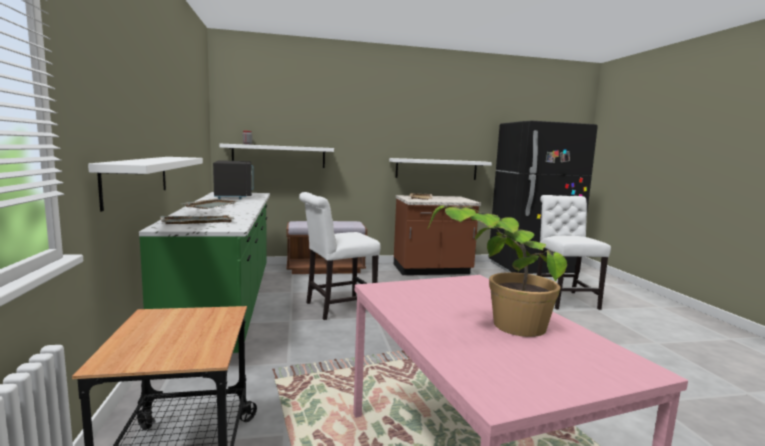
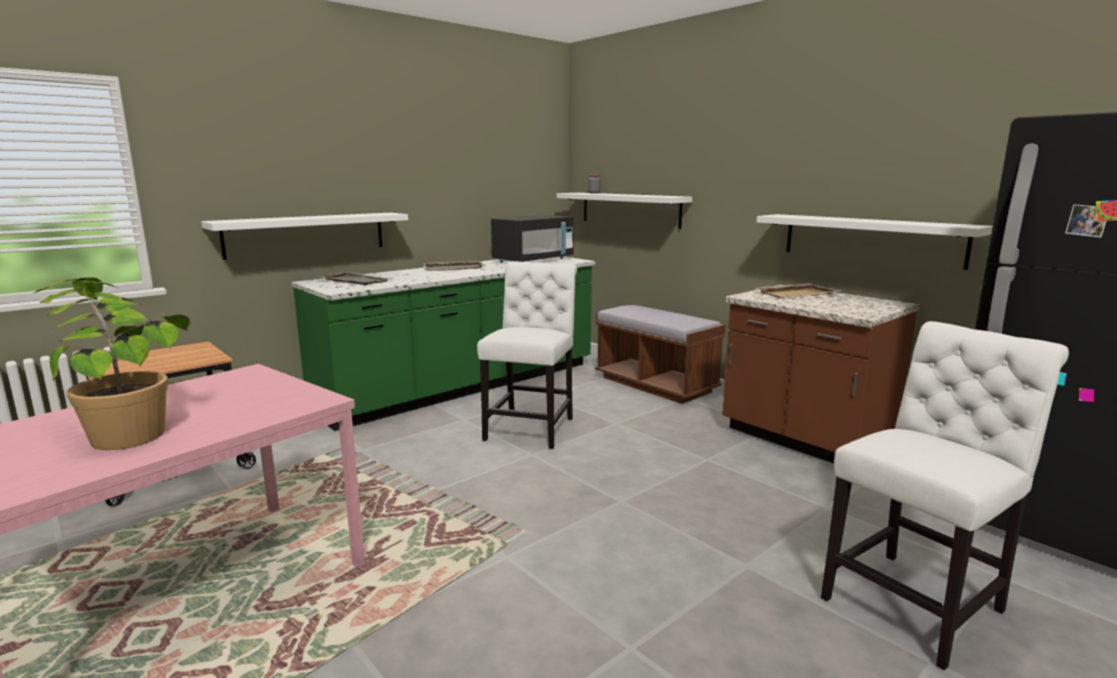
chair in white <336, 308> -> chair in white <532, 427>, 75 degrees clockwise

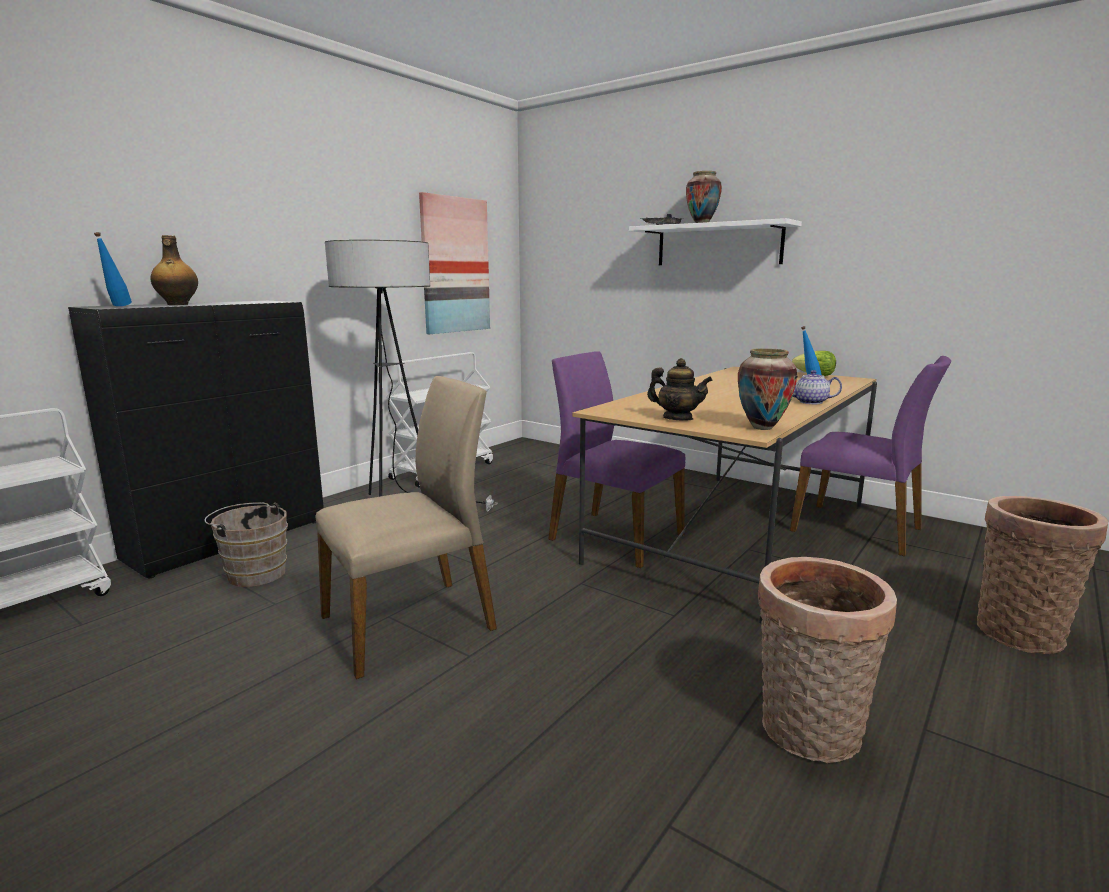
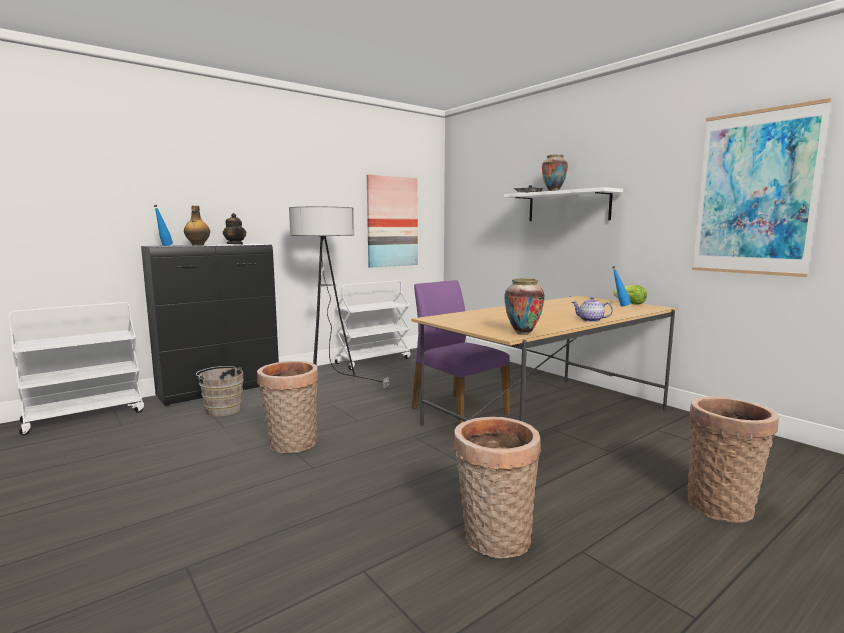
chair in beige <410, 623> -> basket <291, 446>
teapot <677, 418> -> teapot <235, 244>, shifted
chair in purple <858, 529> -> none
none -> picture <755, 193>

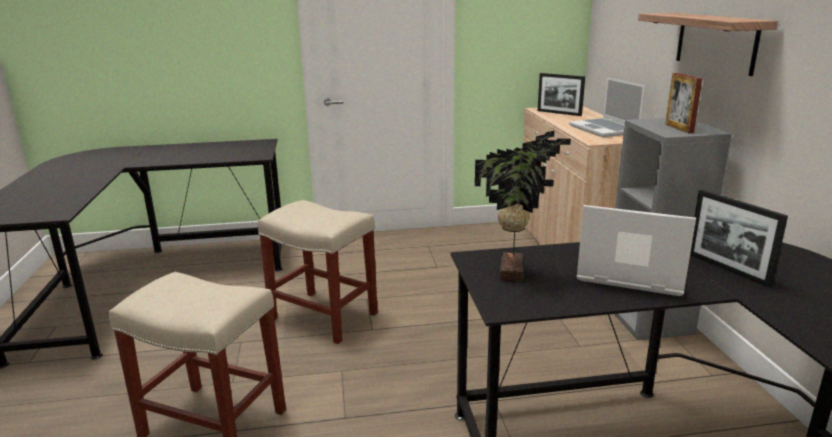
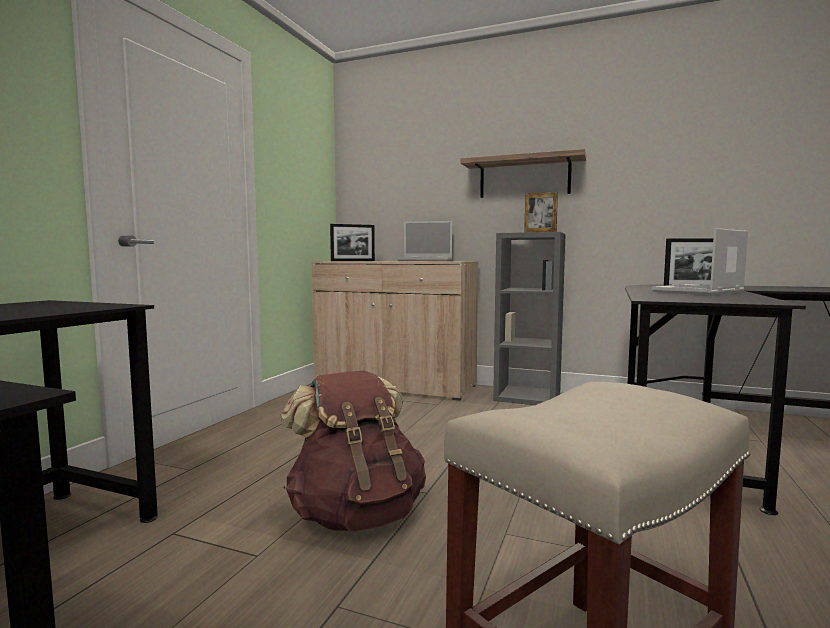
stool in beige <325, 317> -> backpack in brown <356, 514>
potted plant <514, 271> -> none

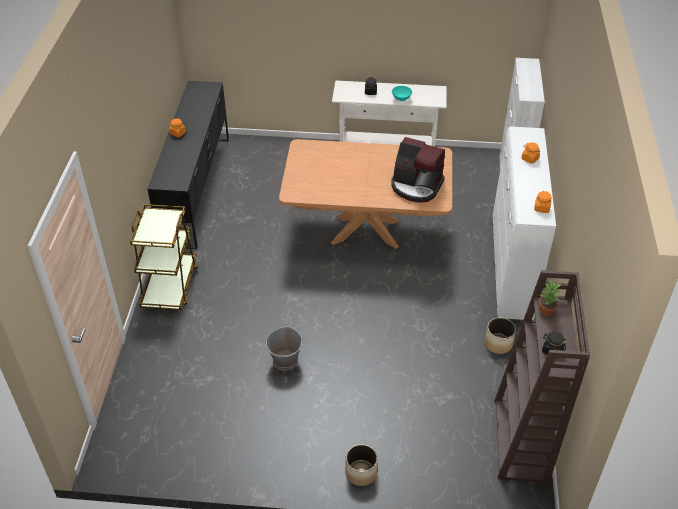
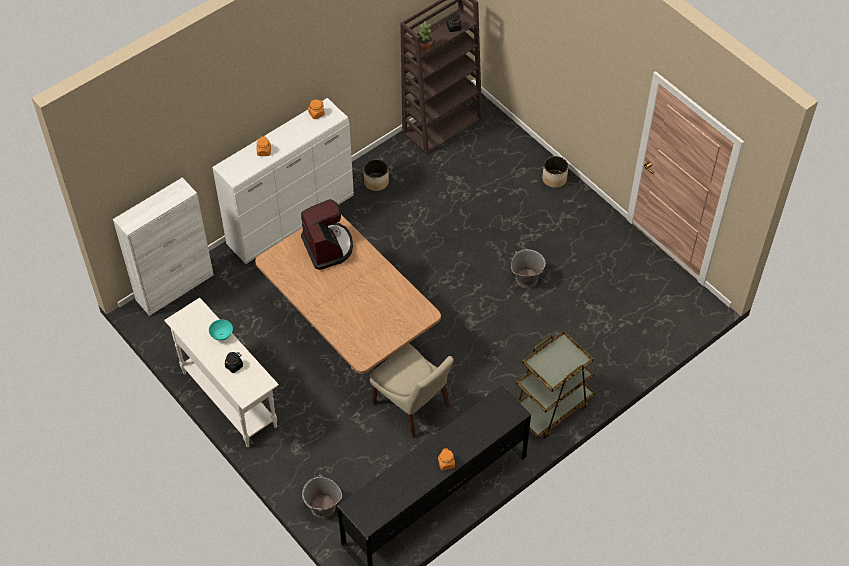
none -> bucket in grey <323, 507>
none -> chair in beige <413, 406>

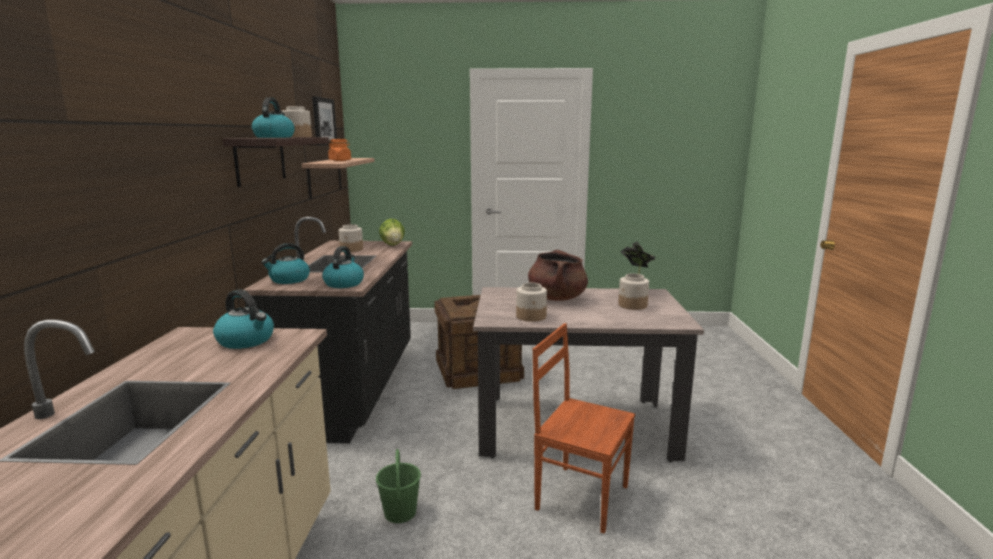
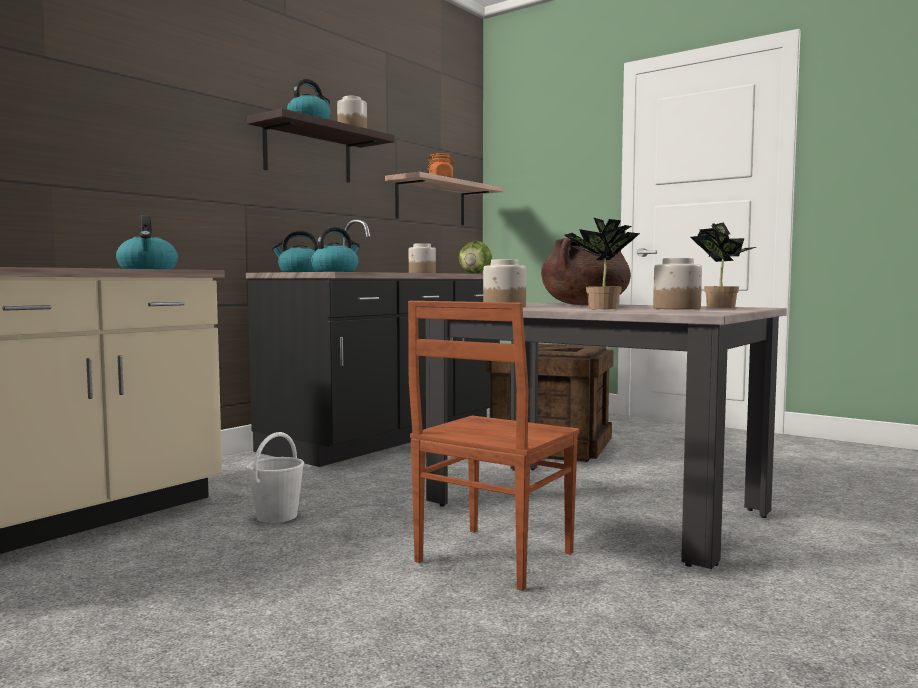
picture <323, 121> -> none
bucket in green <400, 512> -> bucket in white <277, 516>
chair in brown <581, 496> -> chair in brown <491, 557>, 120 degrees counterclockwise
none -> potted plant <599, 308>

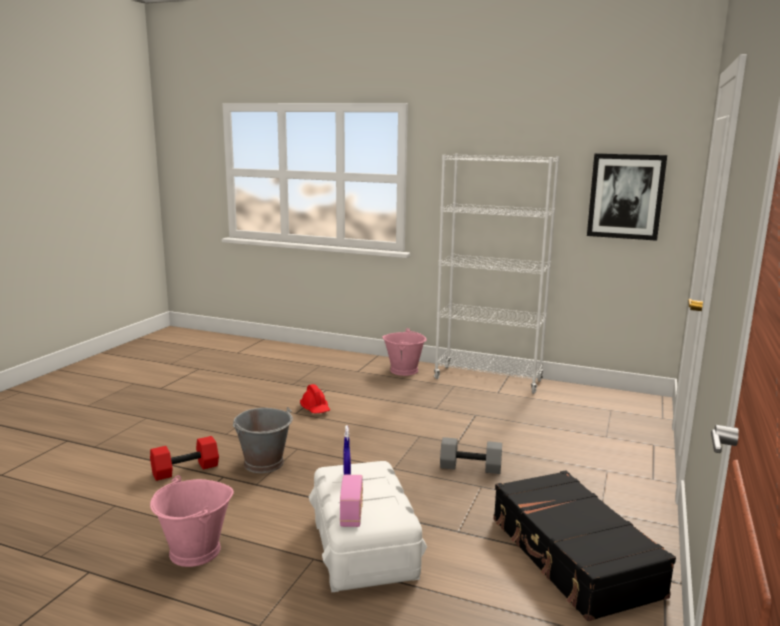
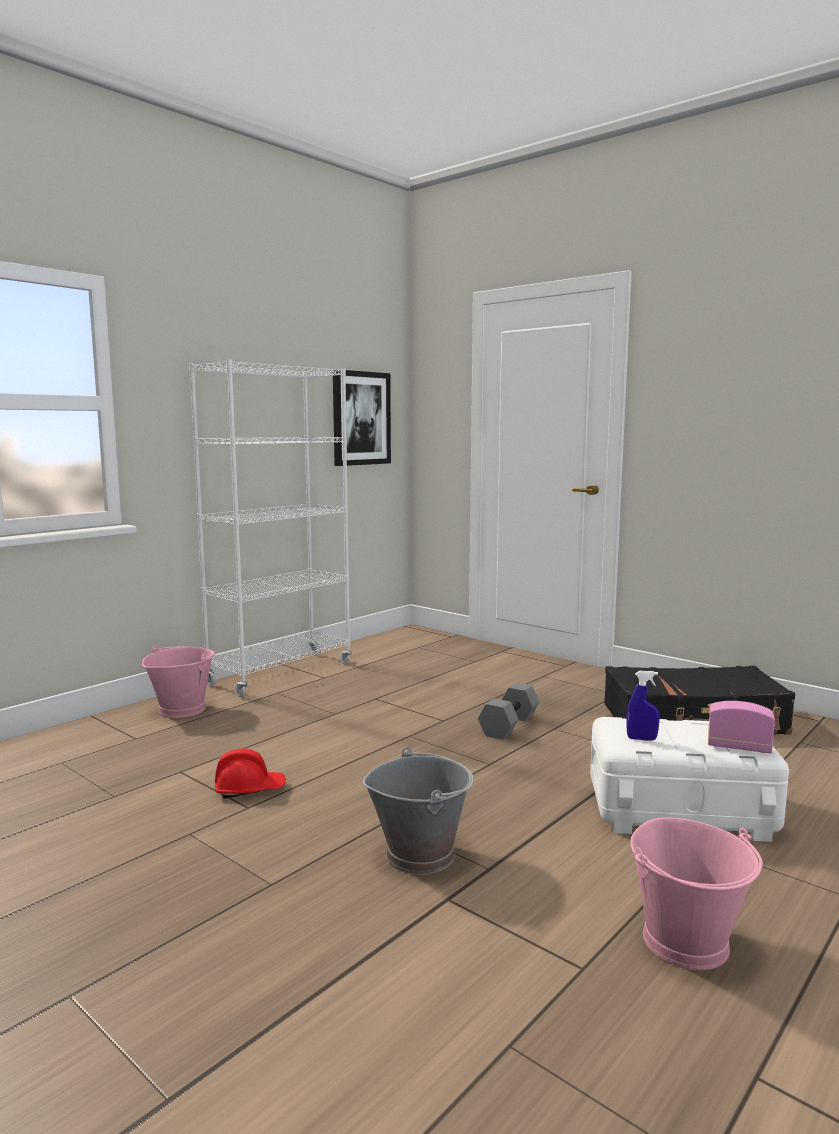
dumbbell in red <186, 469> -> none

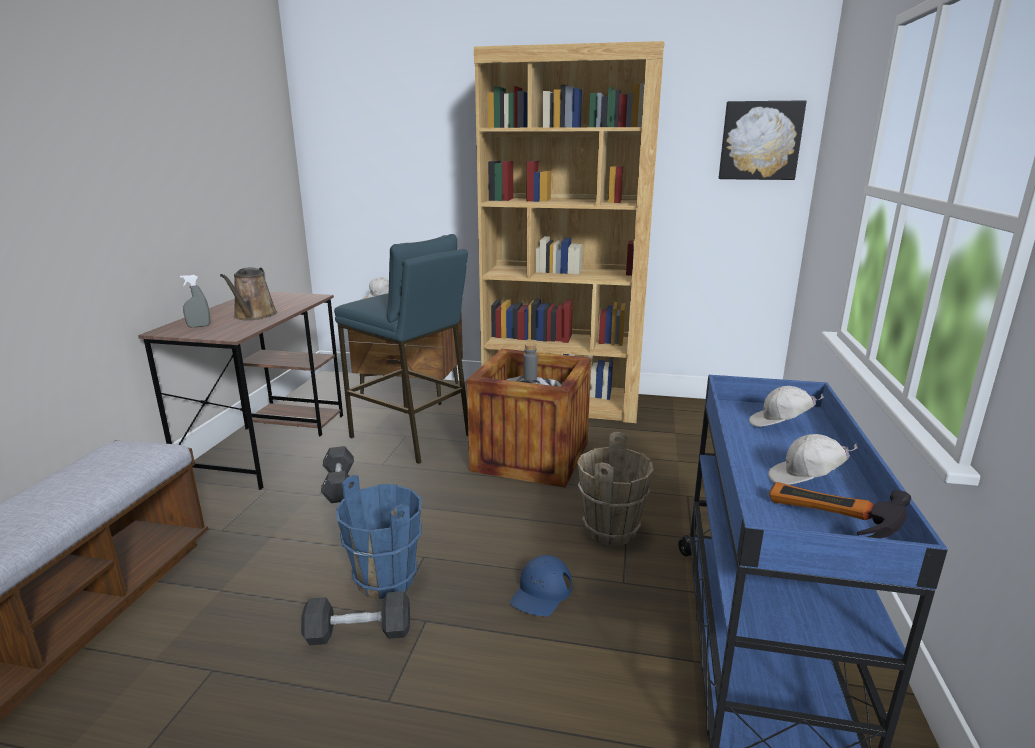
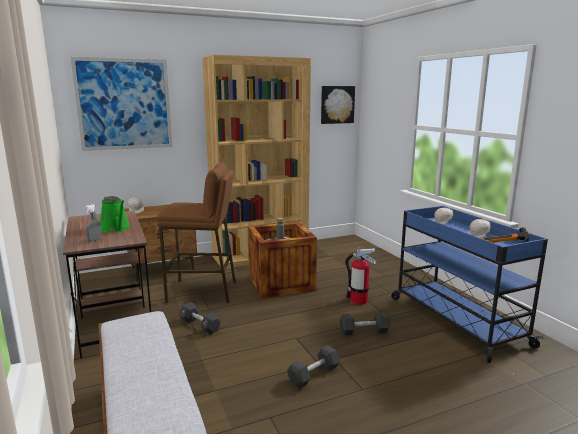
watering can in brown <253, 316> -> watering can in green <116, 229>
stool in blue <411, 436> -> stool in brown <202, 292>
bucket in blue <386, 579> -> none
cap in blue <541, 592> -> dumbbell in black <364, 331>
bucket in brown <611, 531> -> fire extinguisher <358, 300>
none -> picture <124, 104>

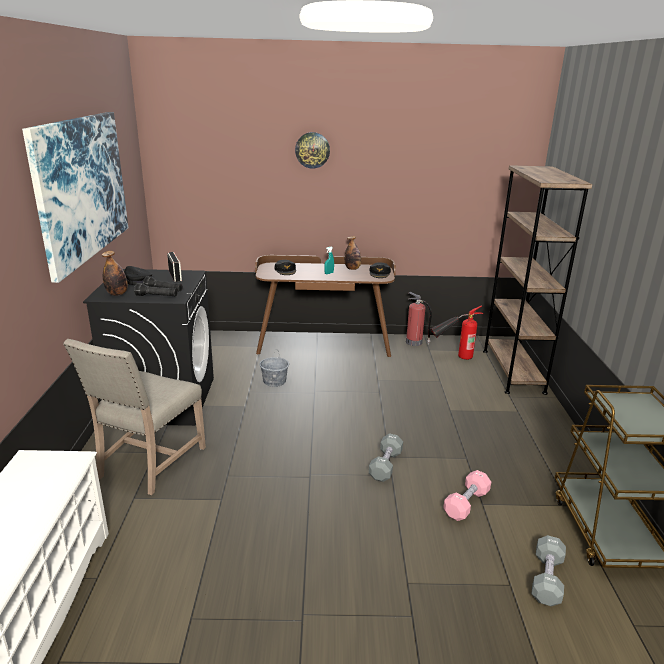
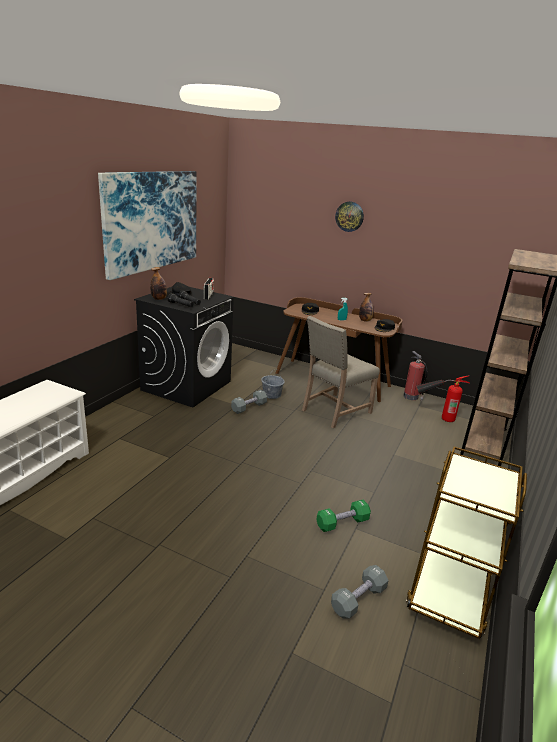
chair in beige <148, 463> -> chair in beige <334, 411>, shifted
dumbbell in grey <385, 465> -> dumbbell in grey <249, 407>, shifted
dumbbell in pink <466, 503> -> dumbbell in green <342, 523>

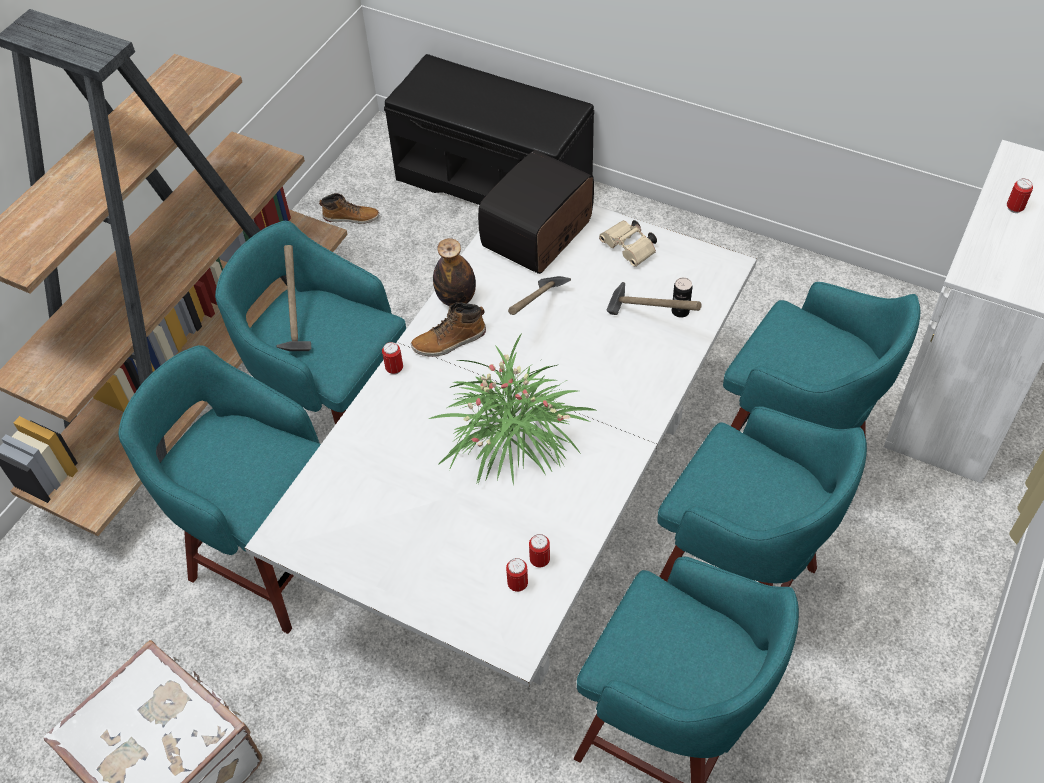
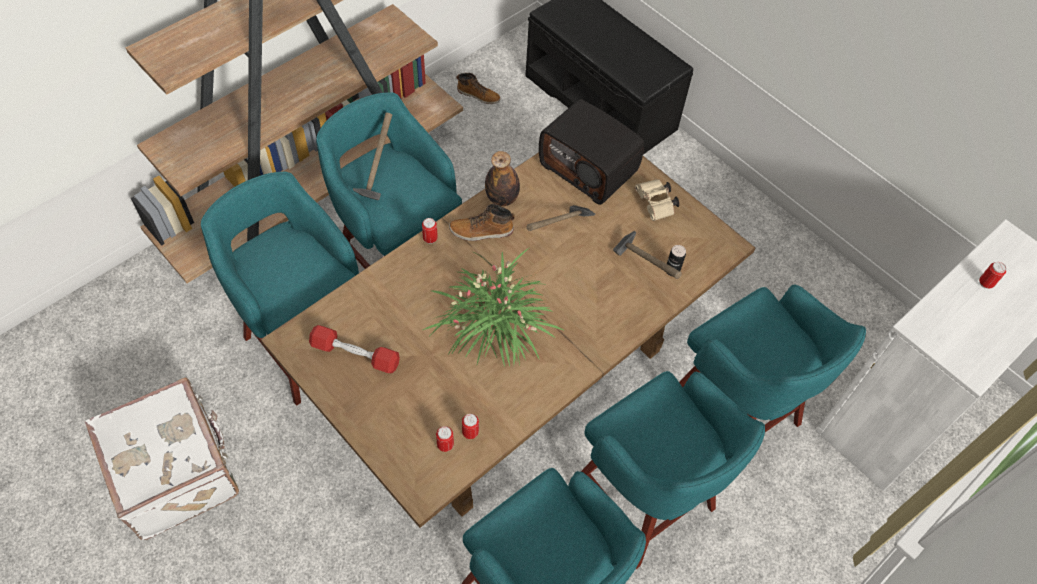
dining table in white <527, 509> -> dining table in brown <511, 376>
radio <539, 235> -> radio <589, 168>, 105 degrees counterclockwise
none -> dumbbell in red <355, 354>

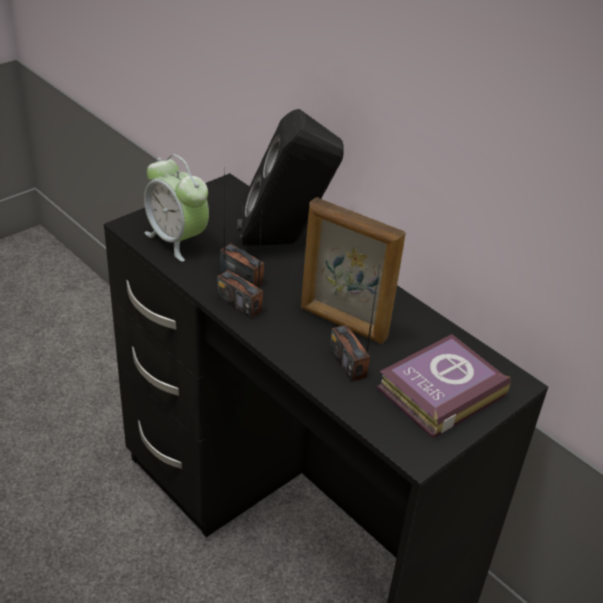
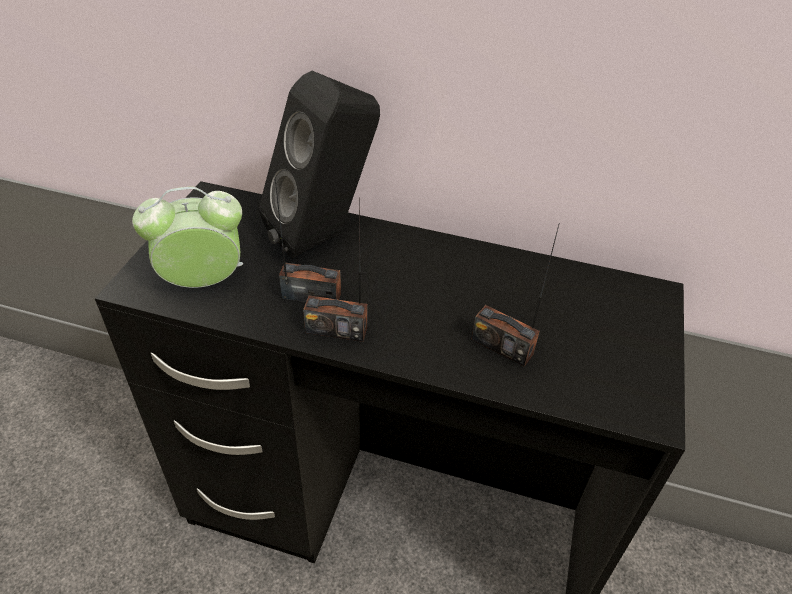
alarm clock <177, 240> -> alarm clock <203, 282>, 150 degrees clockwise
picture frame <343, 323> -> none
book <437, 392> -> none

